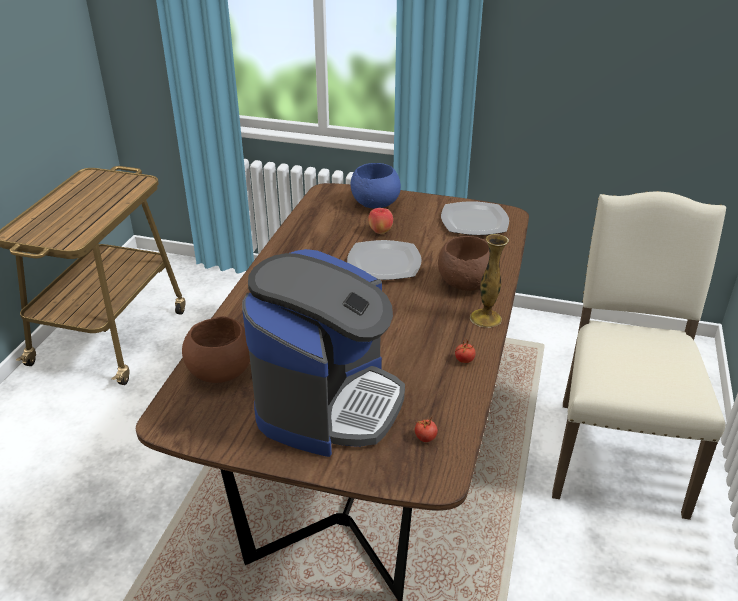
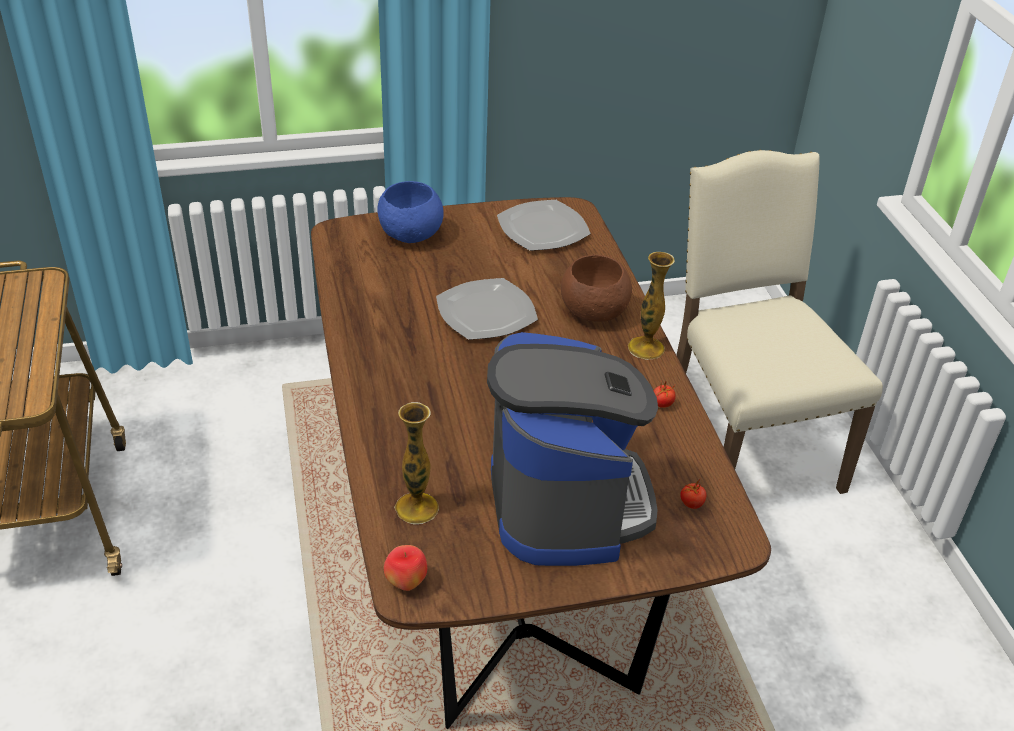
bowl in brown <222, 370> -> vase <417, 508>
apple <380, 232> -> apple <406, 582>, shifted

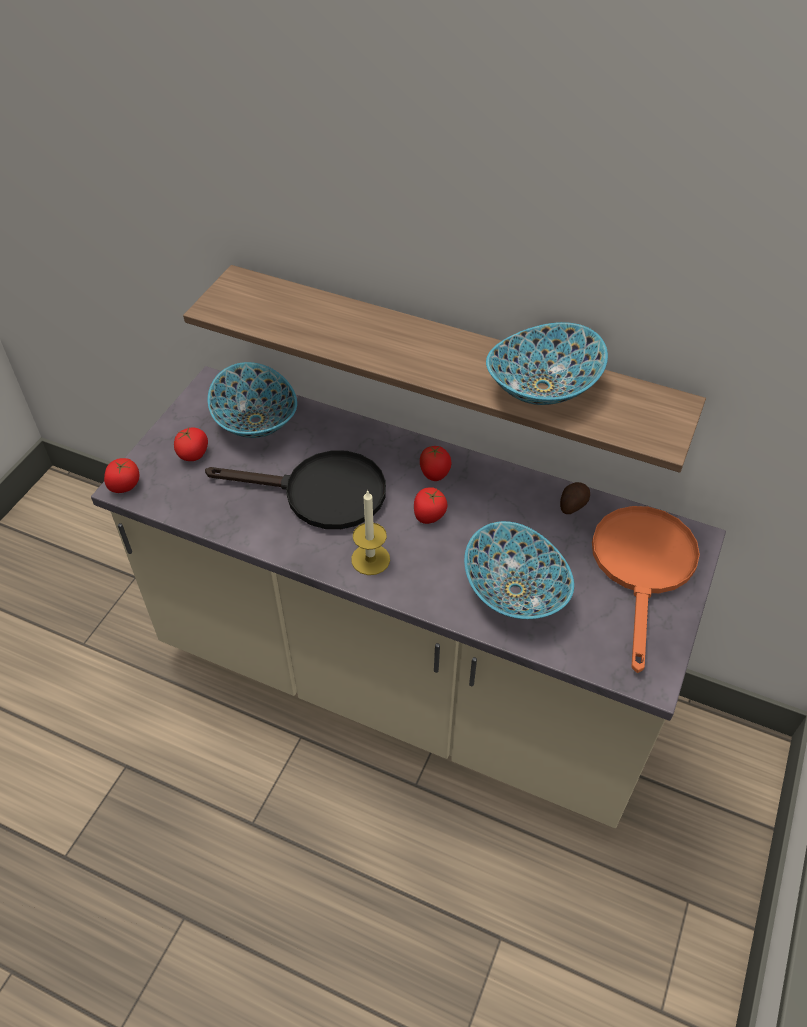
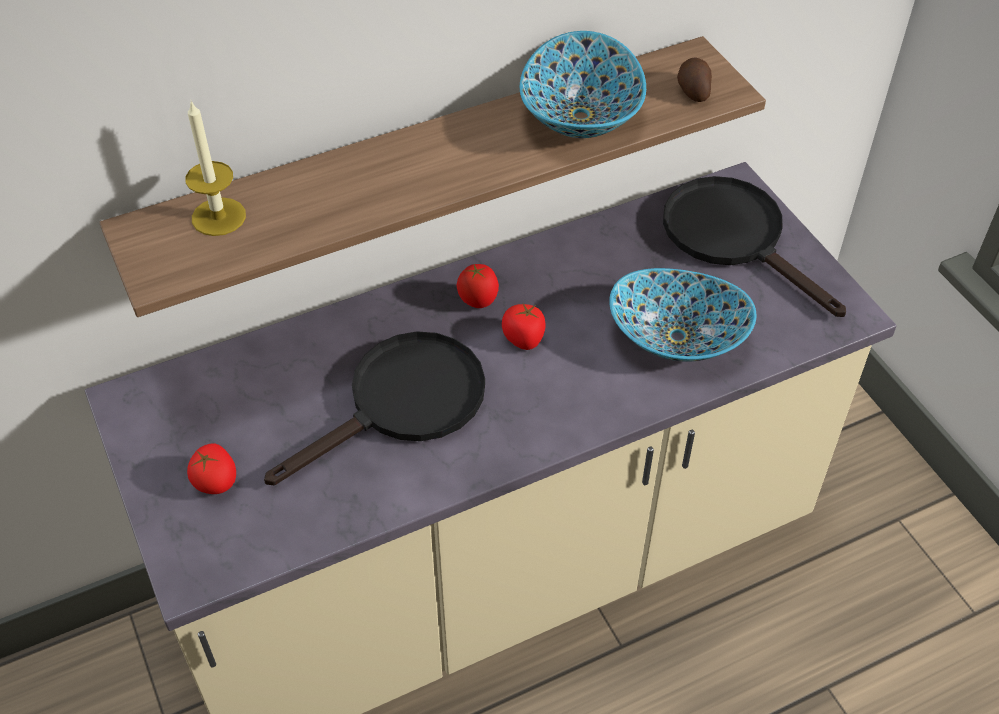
tomato <125, 485> -> none
bowl <254, 421> -> none
candle <370, 559> -> candle <218, 217>, shifted
potato <572, 504> -> potato <693, 91>, shifted
frying pan in orange <643, 568> -> frying pan in black <735, 238>

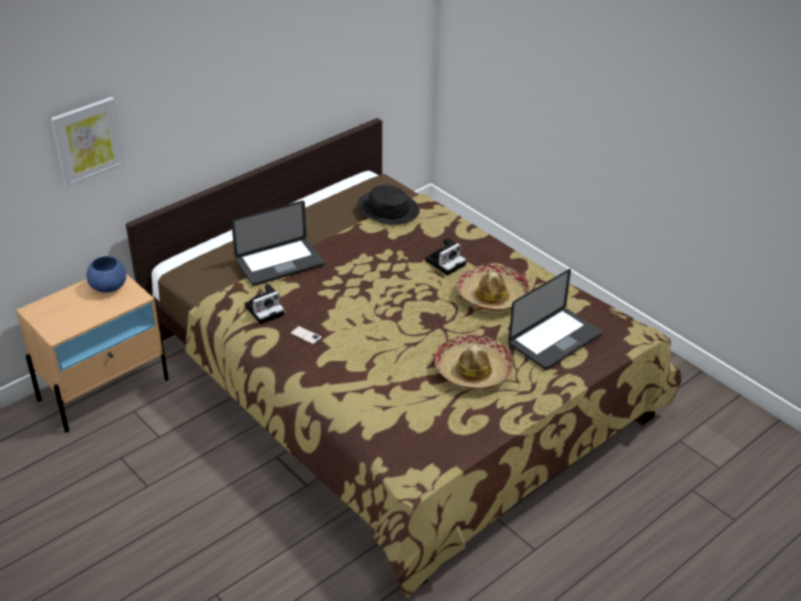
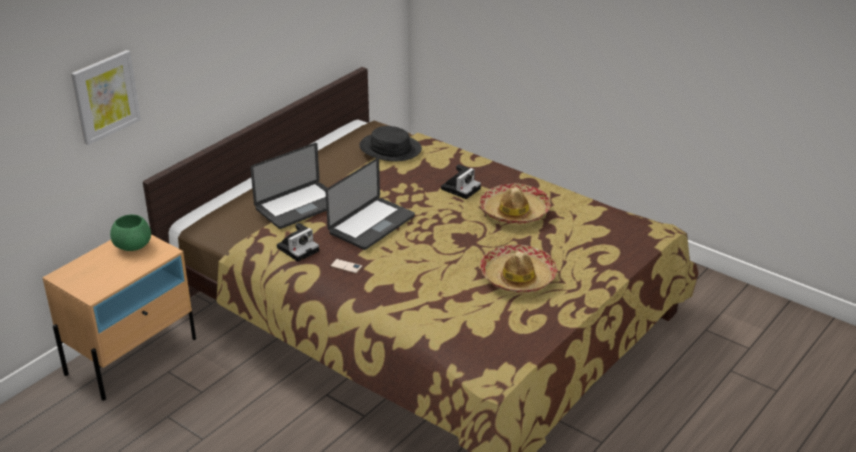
bowl in blue <109, 286> -> bowl in green <133, 245>
laptop <555, 340> -> laptop <372, 225>, shifted

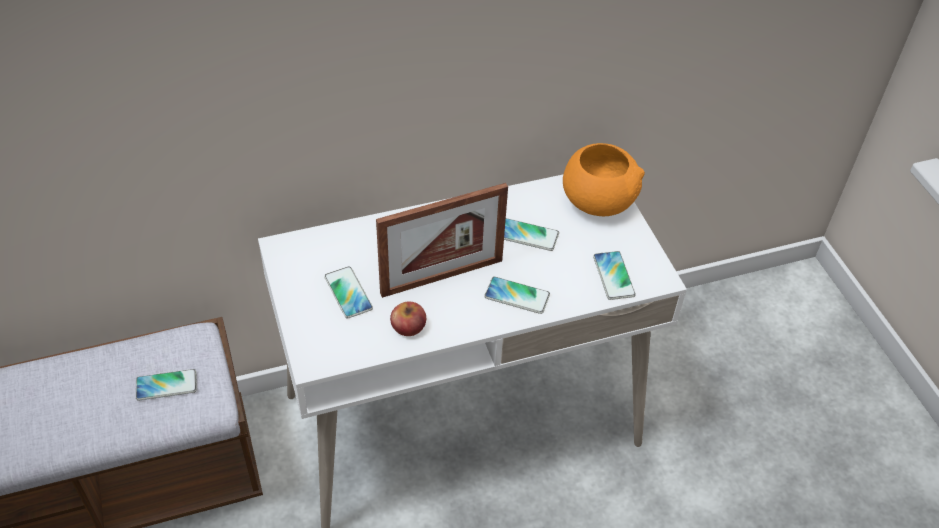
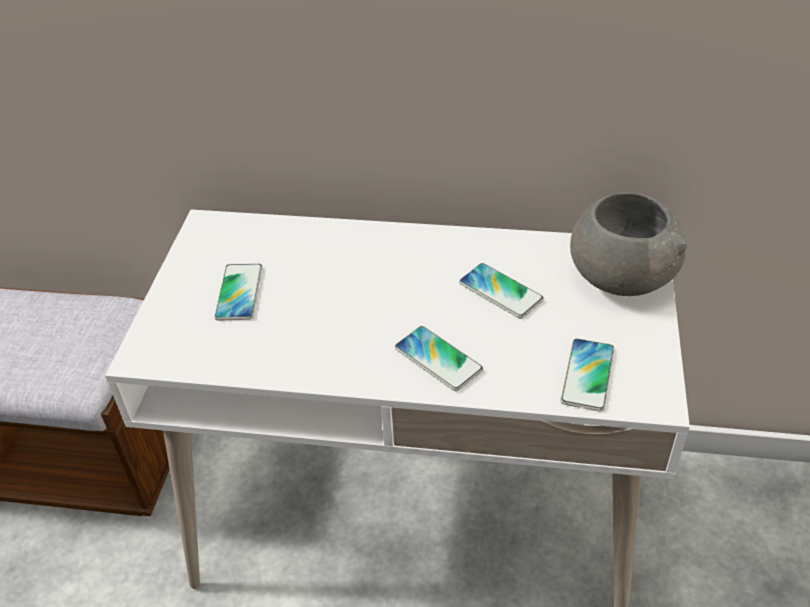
phone <166, 385> -> none
picture frame <442, 277> -> none
apple <408, 326> -> none
bowl in orange <597, 201> -> bowl in grey <620, 277>

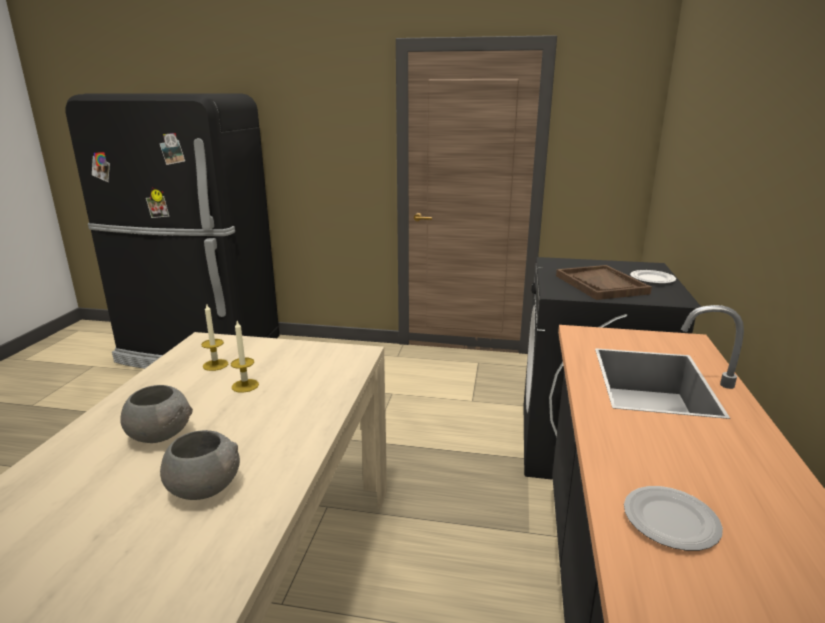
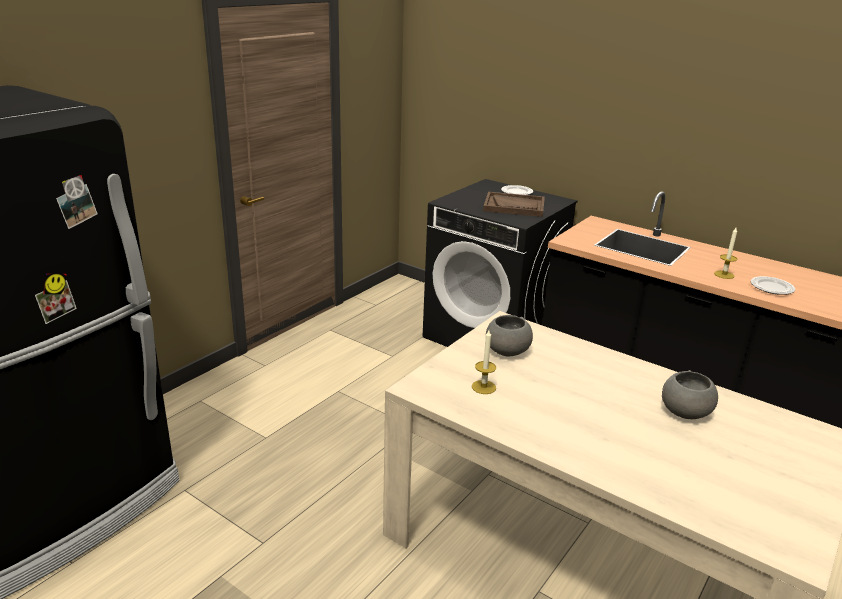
bowl in grey <160, 435> -> bowl in grey <507, 351>, shifted
candle <245, 385> -> candle <724, 275>, shifted

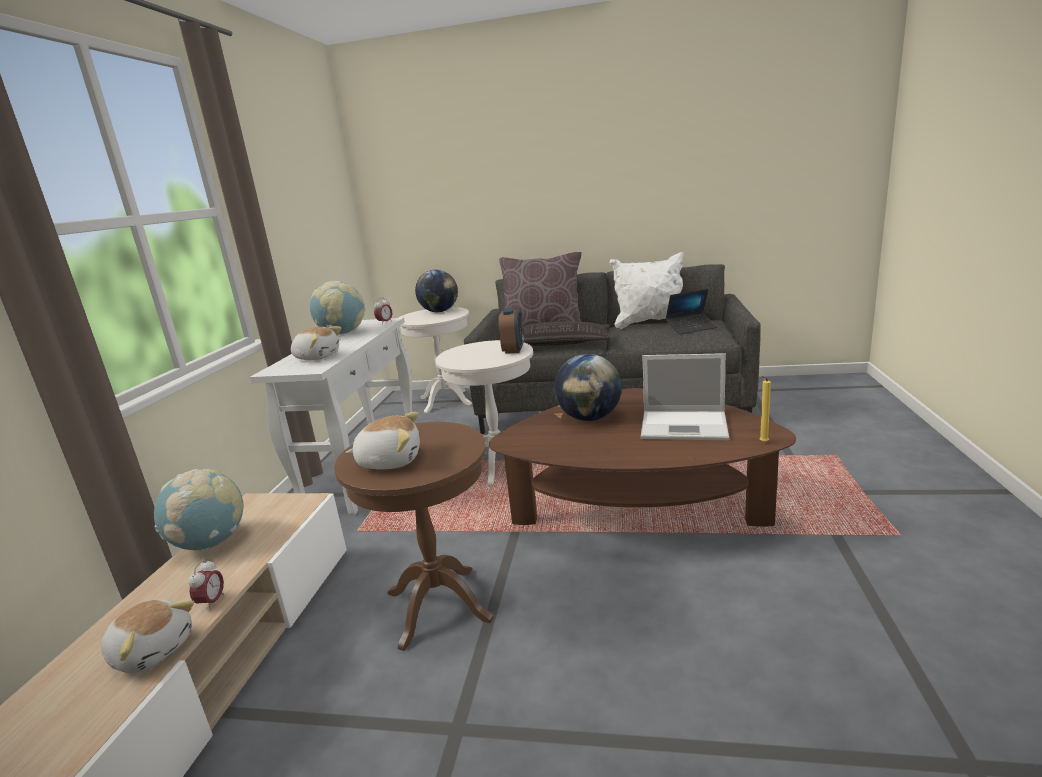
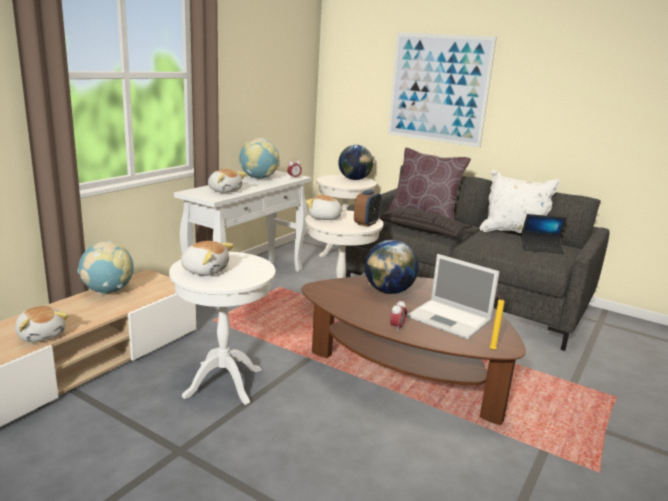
alarm clock <212, 602> -> alarm clock <397, 328>, shifted
side table in brown <438, 606> -> side table in white <223, 383>
none -> plush toy <324, 218>
none -> picture <438, 89>

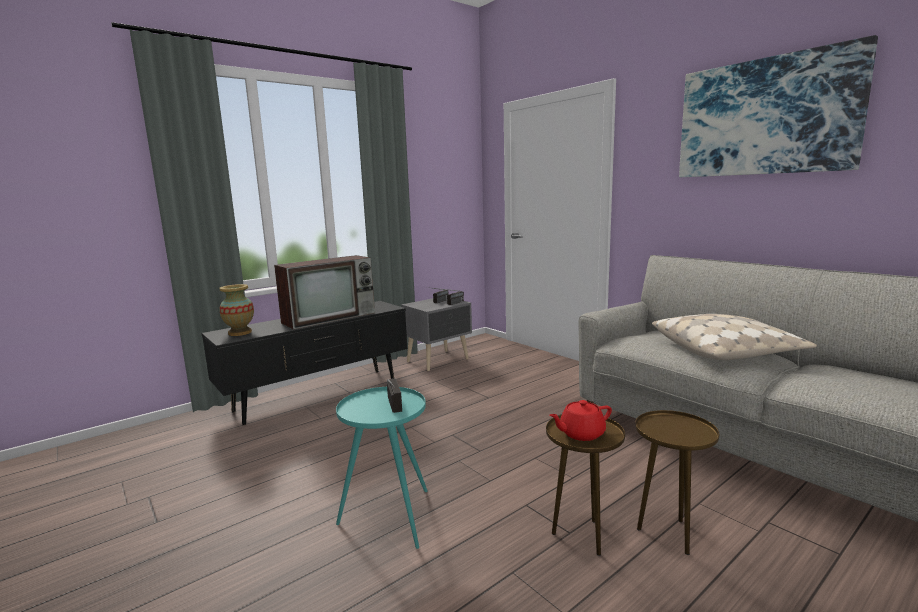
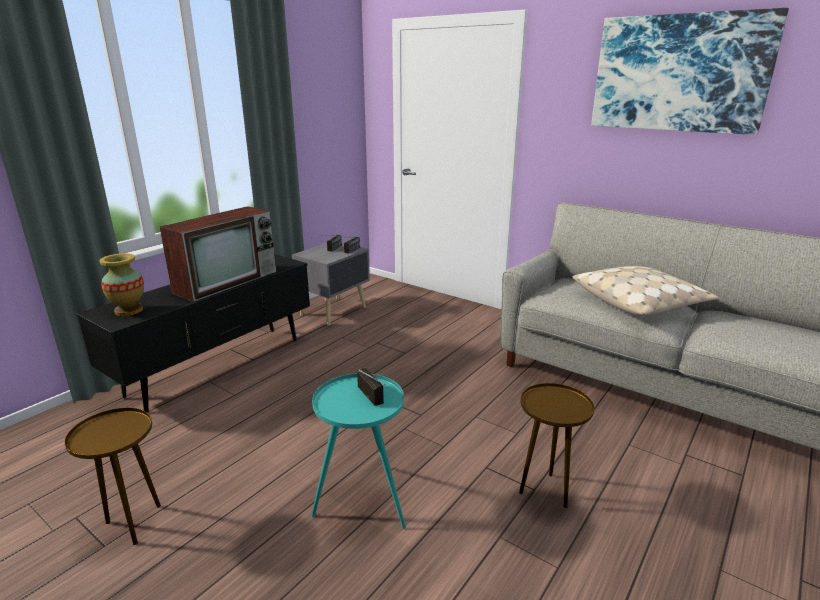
teapot in red <581, 433> -> none
side table in brown <668, 534> -> side table in brown <134, 523>, shifted

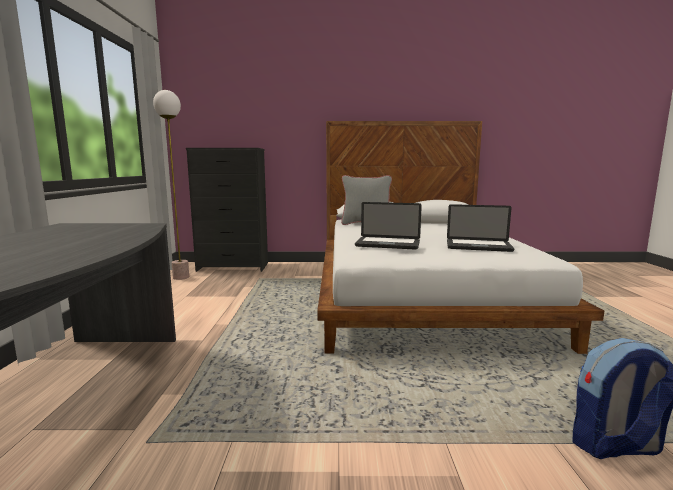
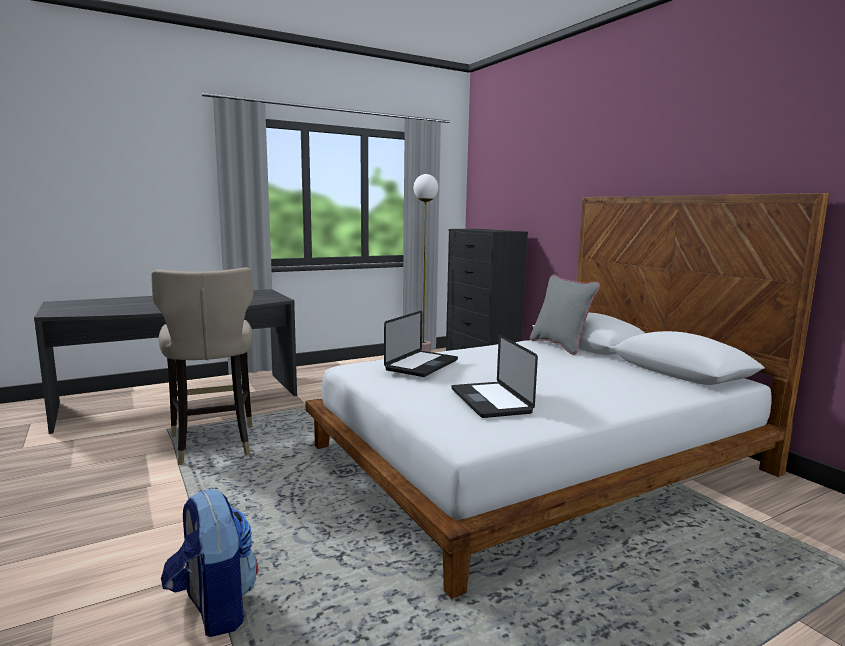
laptop <387, 244> -> laptop <422, 365>, 135 degrees counterclockwise
none -> stool in beige <213, 443>

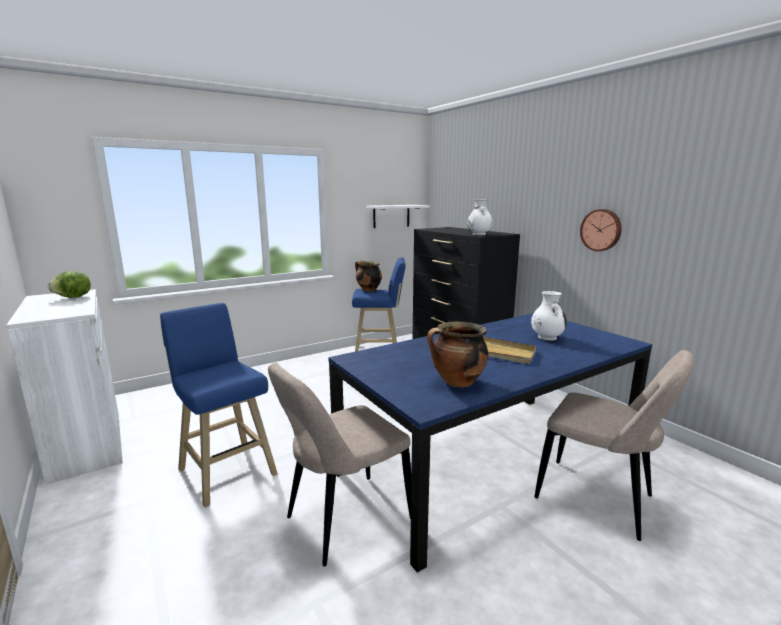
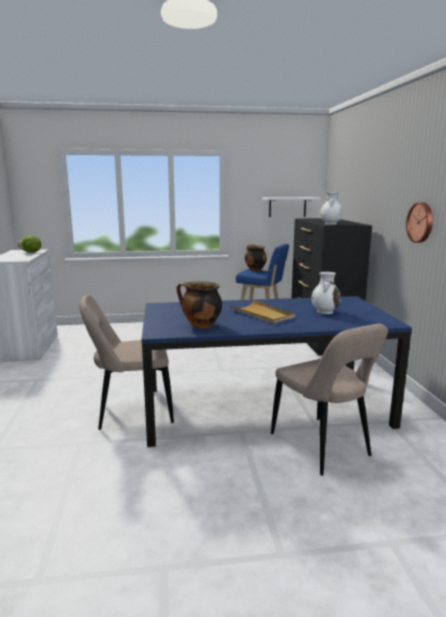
stool in blue <226, 470> -> none

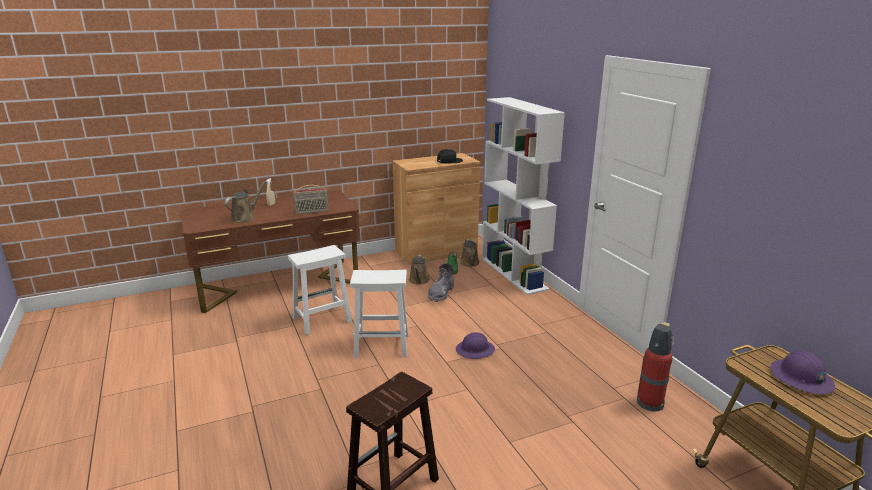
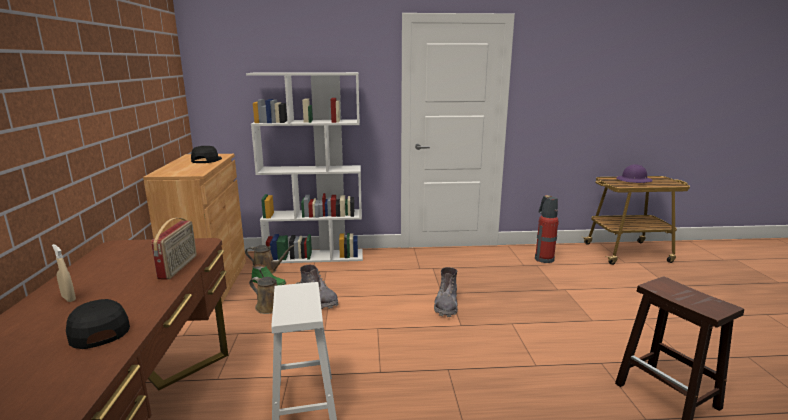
watering can in brown <245, 217> -> cap in black <98, 330>
stool in white <382, 345> -> none
hard hat in purple <475, 350> -> boot in grey <446, 305>

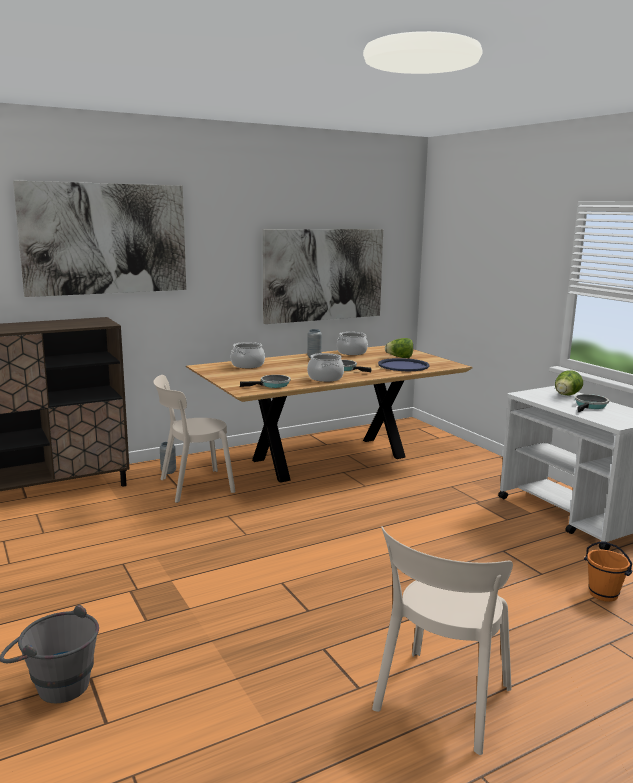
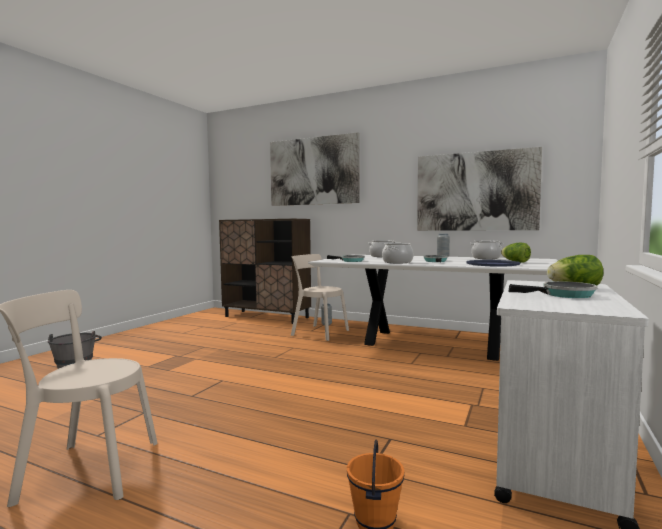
dining table in brown <328, 459> -> dining table in white <432, 344>

